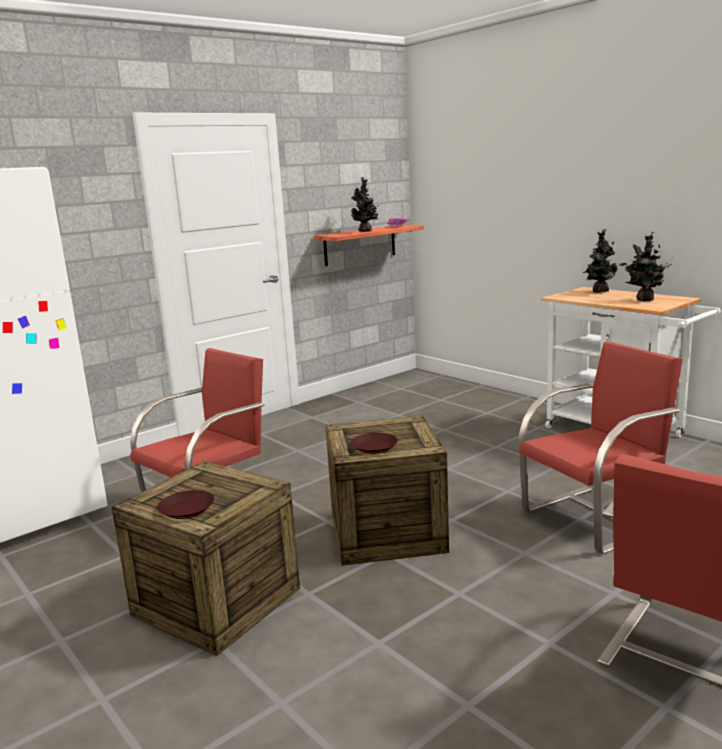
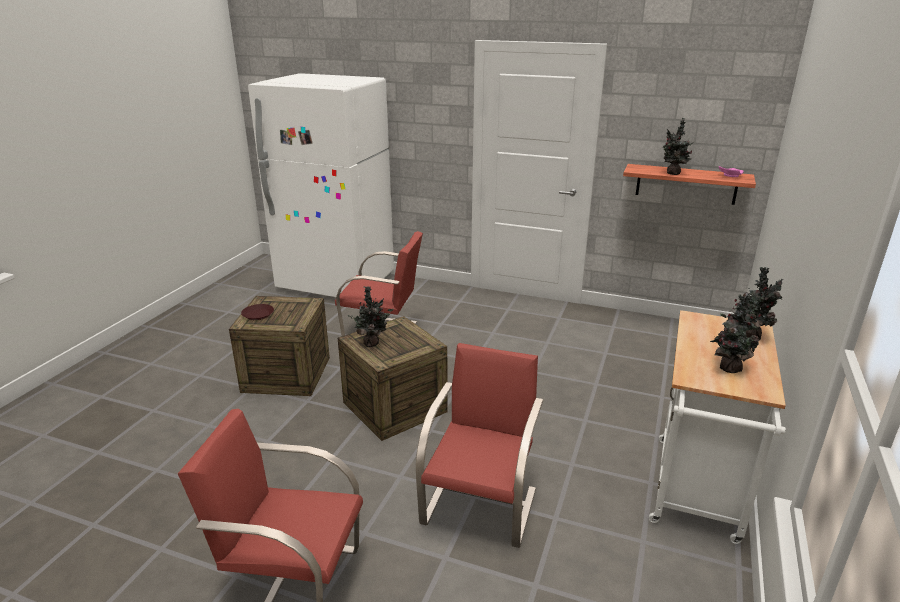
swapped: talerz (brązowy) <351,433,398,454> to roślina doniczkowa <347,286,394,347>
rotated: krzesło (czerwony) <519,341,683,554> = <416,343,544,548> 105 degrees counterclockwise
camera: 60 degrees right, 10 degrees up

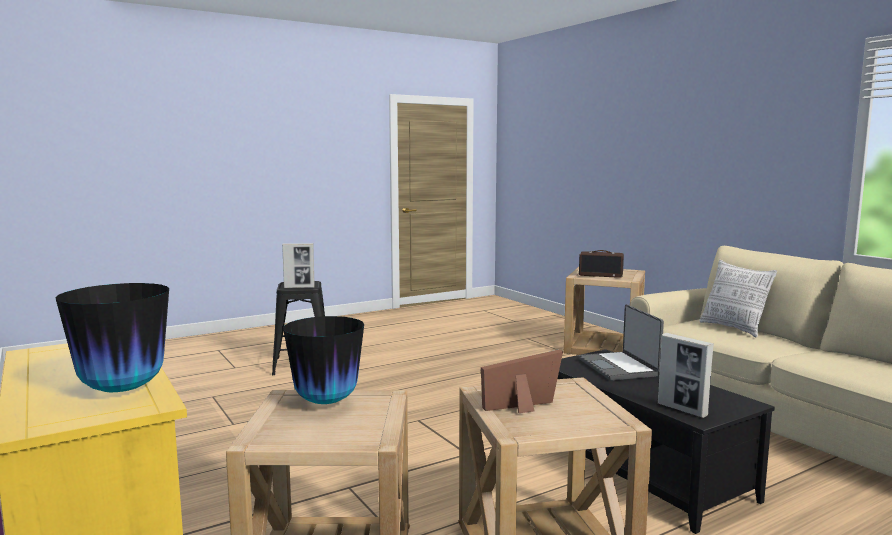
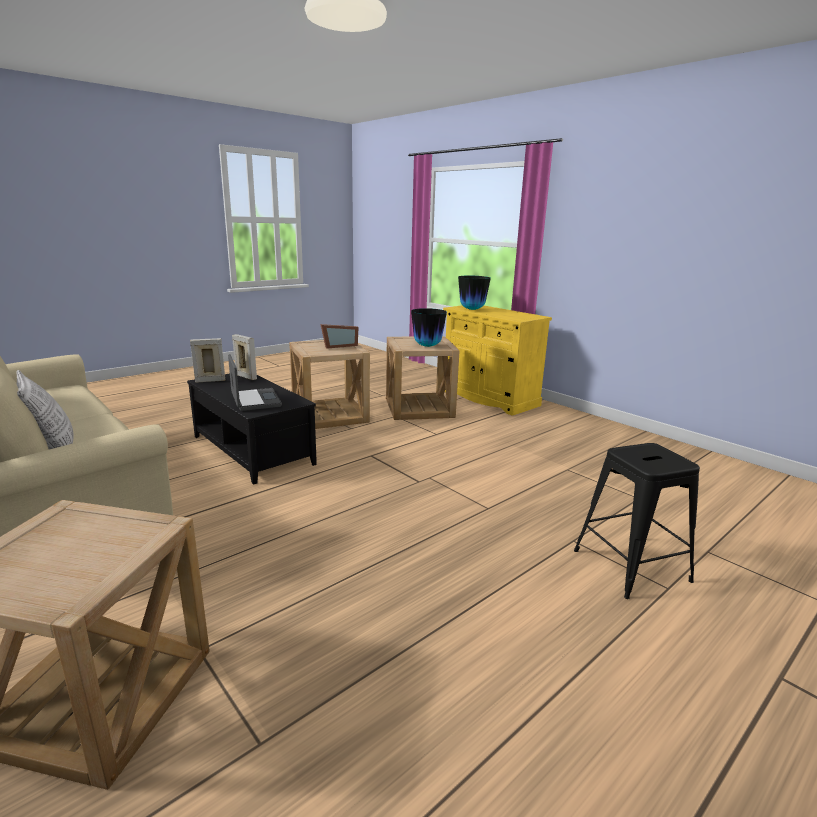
gone: radio <579,250,624,278>
shifted: ramka na zdjęcie <282,243,315,288> to <190,338,225,383>
camera: 170 degrees right, 10 degrees up

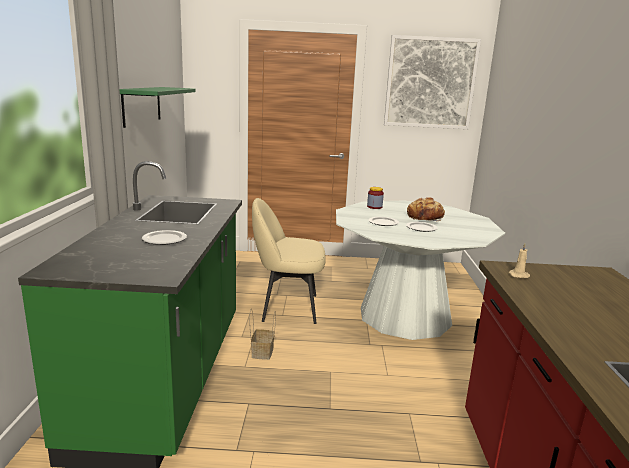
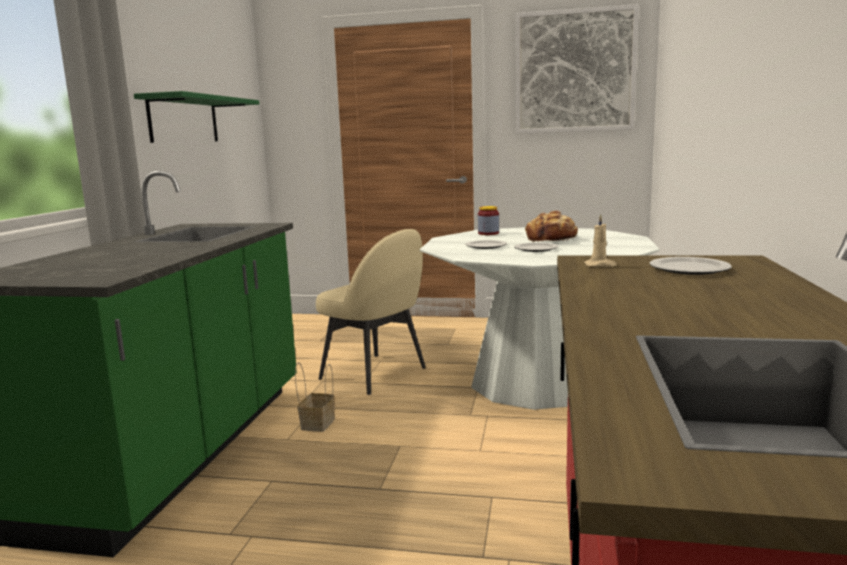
shifted: talerz <142,230,187,245> to <649,257,732,275>
rotated: krzesło (beżowy) <252,198,326,324> = <316,229,426,395> 150 degrees counterclockwise
camera: 10 degrees right, 5 degrees down

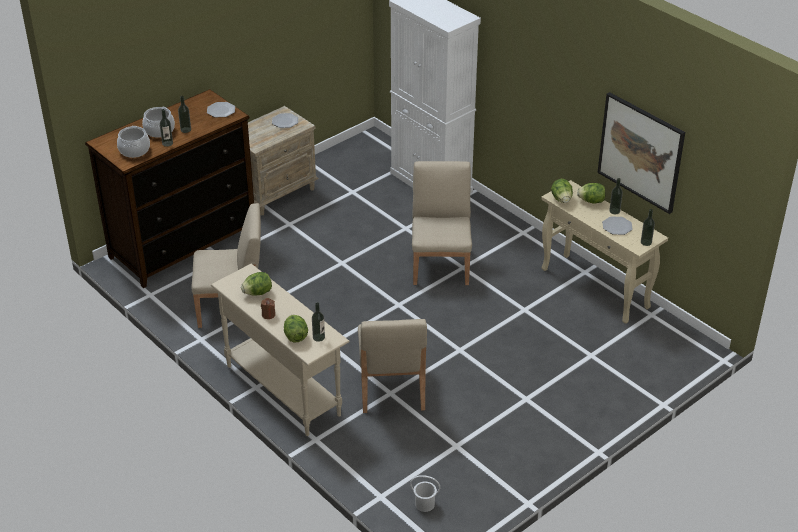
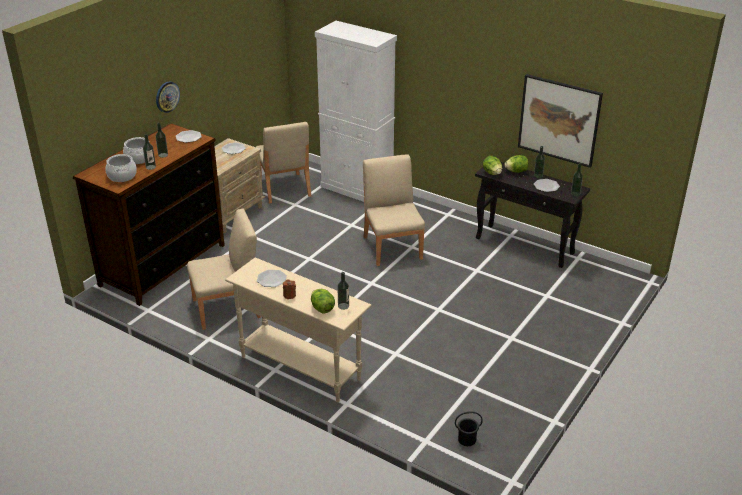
new: zegar ścienny <156,82,180,113>
shifted: krzesło (beżowy) <358,319,427,413> to <256,122,311,203>
swapped: sałata <241,272,272,296> to talerz <257,270,287,287>
repainted: stolik konsolowy (beżowy) <541,180,668,324> to stolik konsolowy (czarny) <475,162,590,268>; wiadro (biały) <410,475,440,512> to wiadro (czarny) <455,411,483,446>
camera: 15 degrees left, 5 degrees down

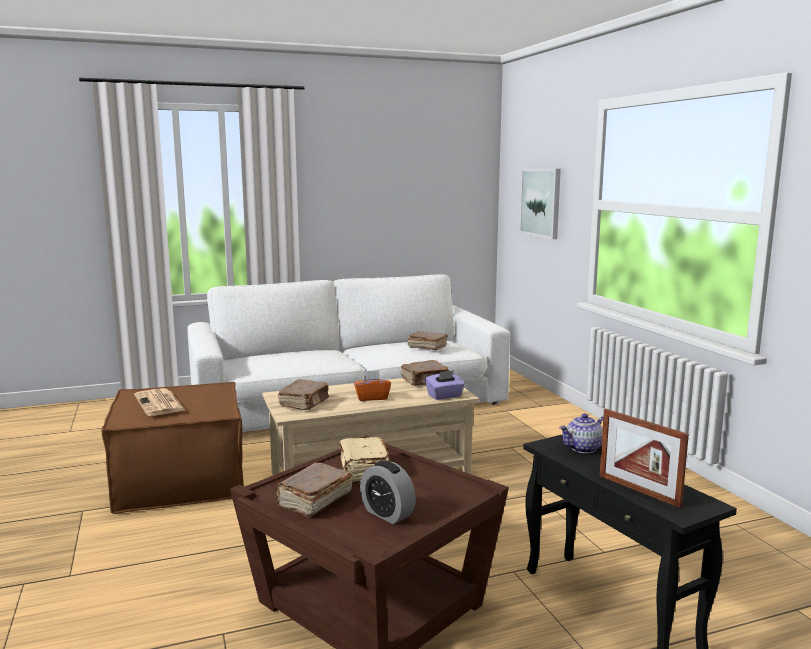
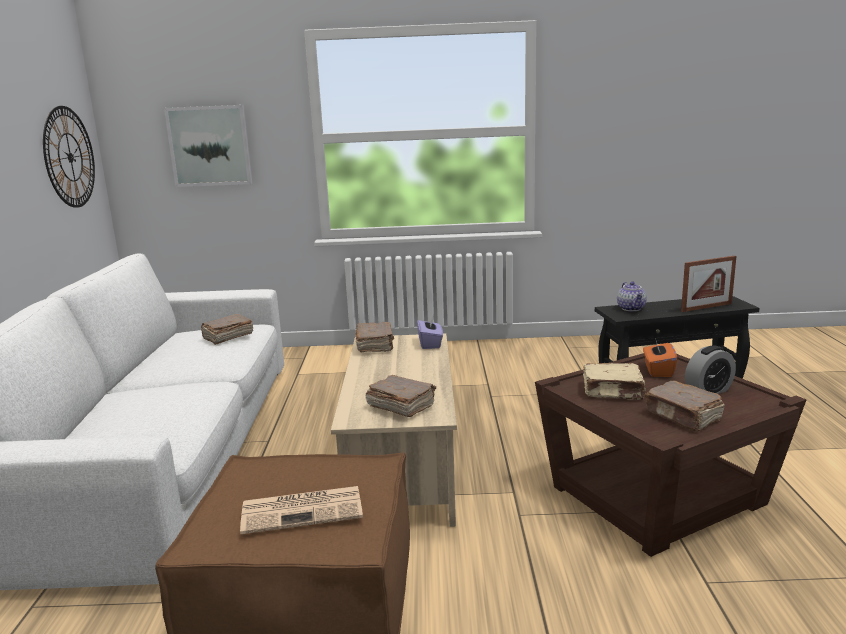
new: zegar ścienny <43,106,95,208>
shifted: pudełko chusteczek (pomarańczowy) <354,370,391,401> to <643,338,677,377>
camera: 70 degrees left, 5 degrees up

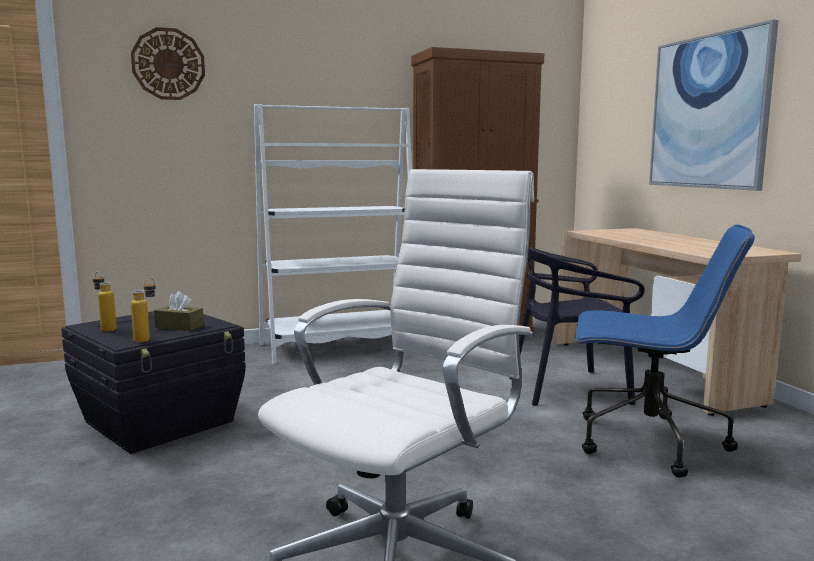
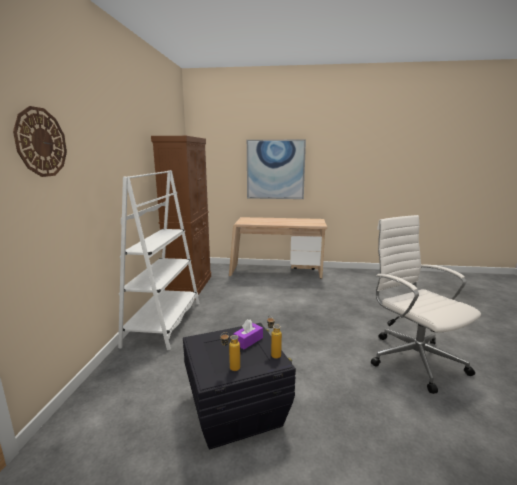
gone: krzesło biurowe (niebieski) <575,224,755,478>; krzesło (czarny) <509,247,645,406>
repainted: pudełko chusteczek (brązowy) <154,291,204,331> to pudełko chusteczek (fioletowy) <233,319,263,349>
camera: 65 degrees left, 5 degrees up

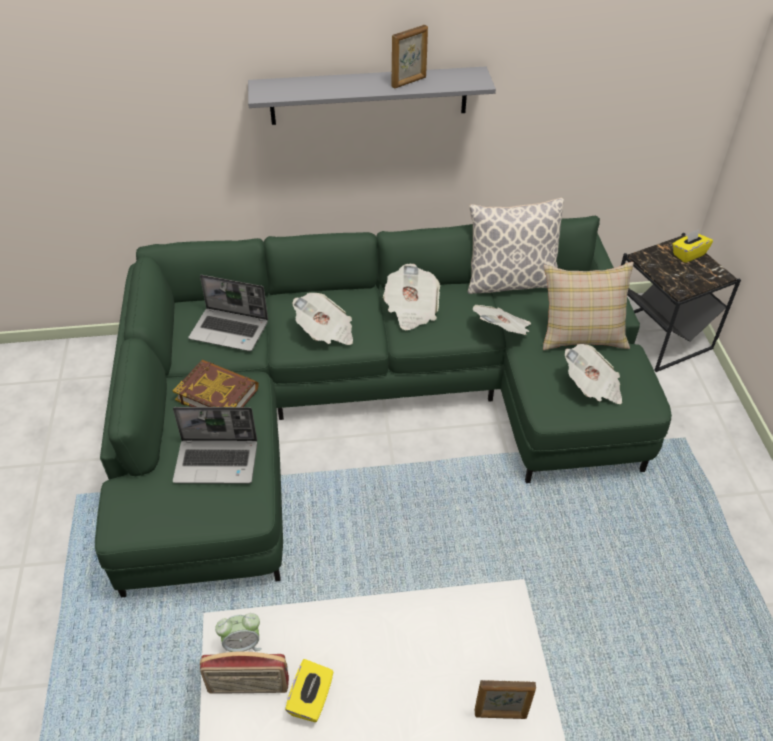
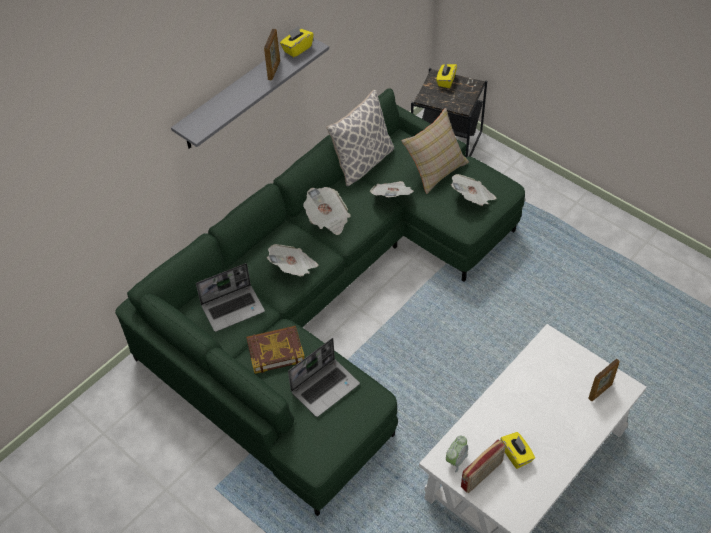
new: pudełko chusteczek (żółty) <280,26,314,57>
camera: 40 degrees left, 5 degrees up

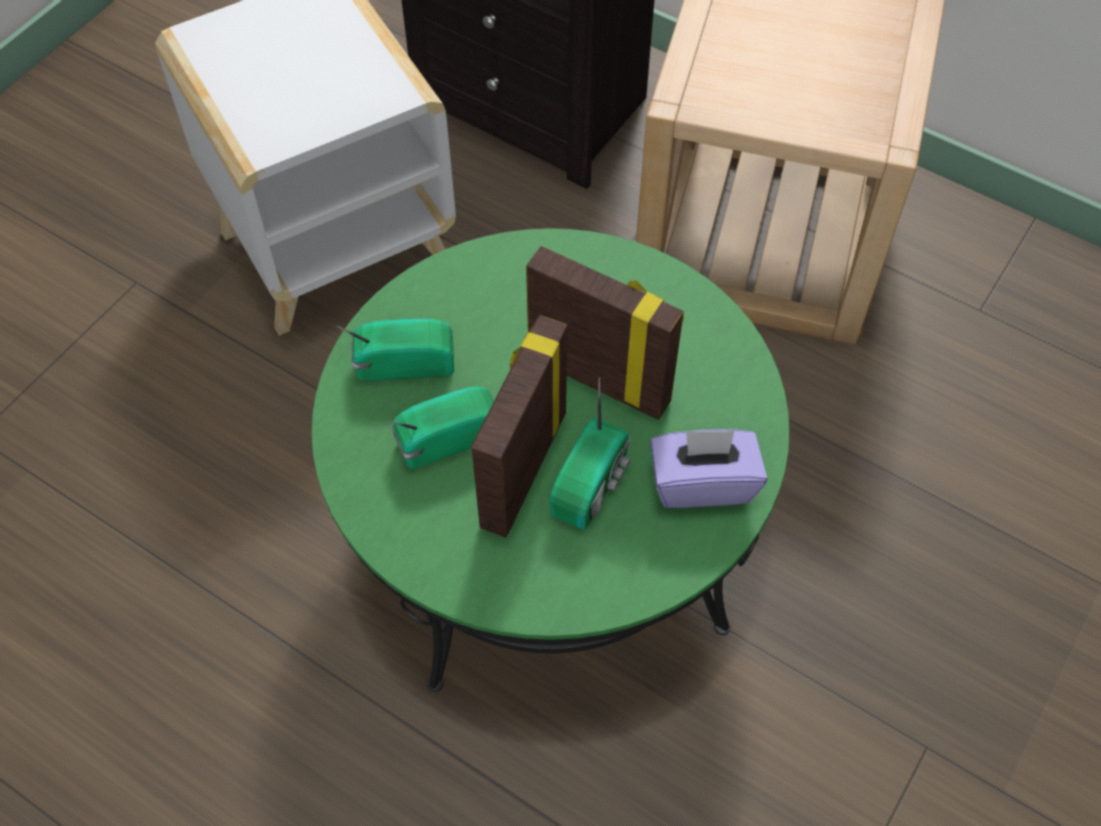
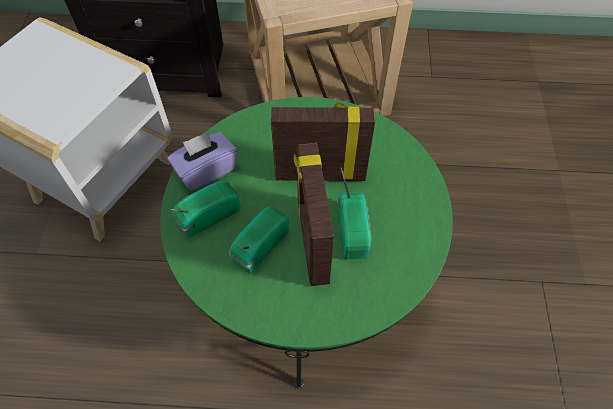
shifted: pudełko chusteczek (fioletowy) <650,429,767,508> to <167,132,238,191>
camera: 30 degrees left, 0 degrees up

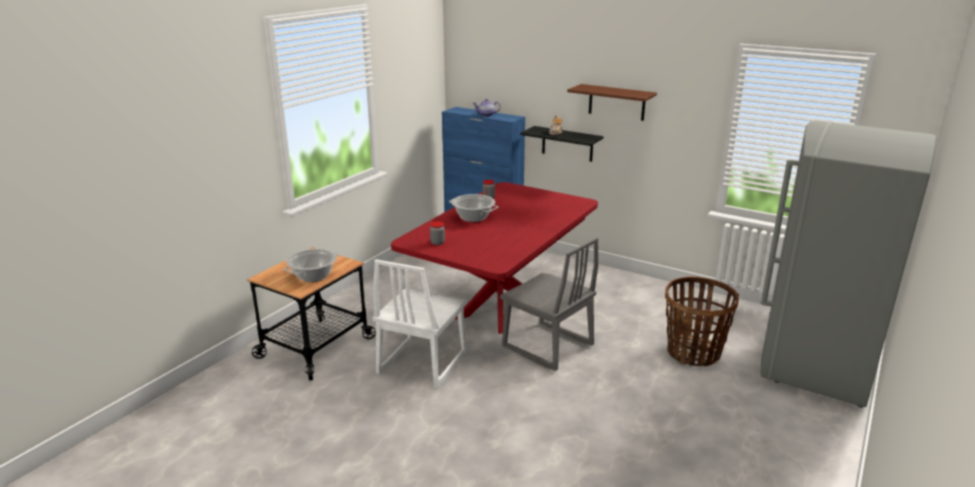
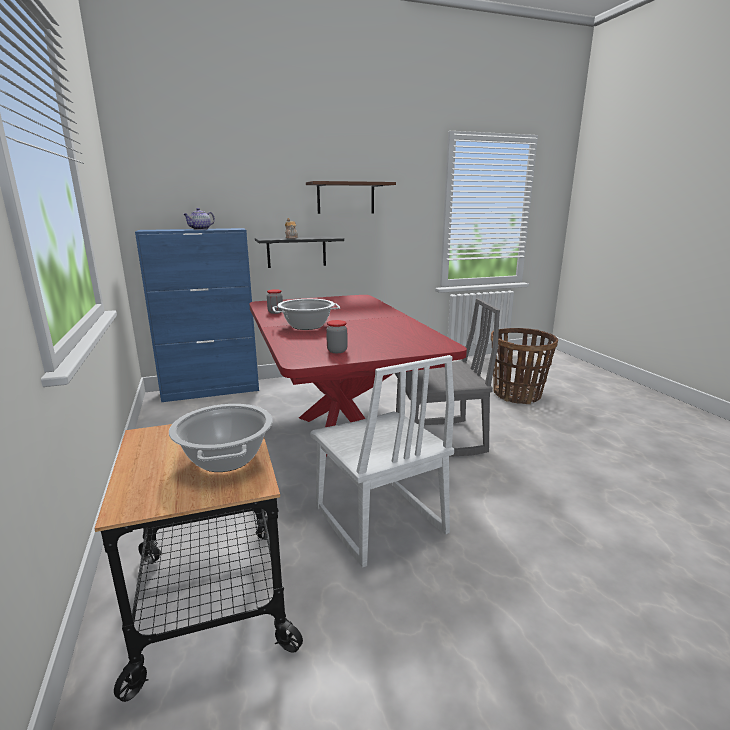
gone: lodówka (szary) <760,120,936,408>
camera: 50 degrees left, 5 degrees down

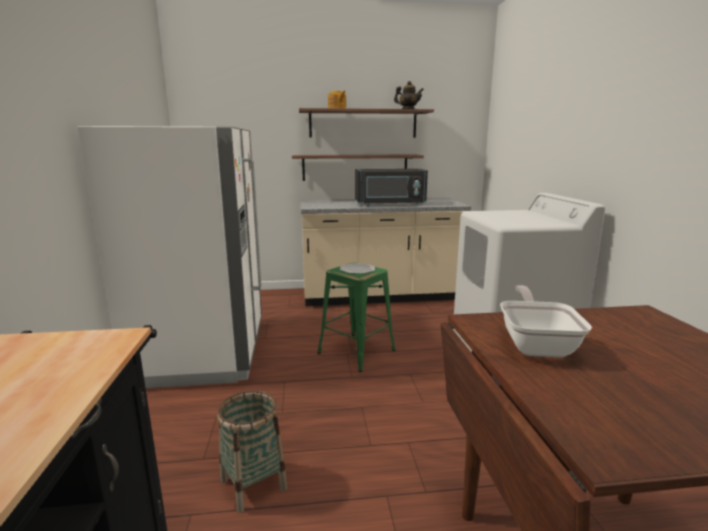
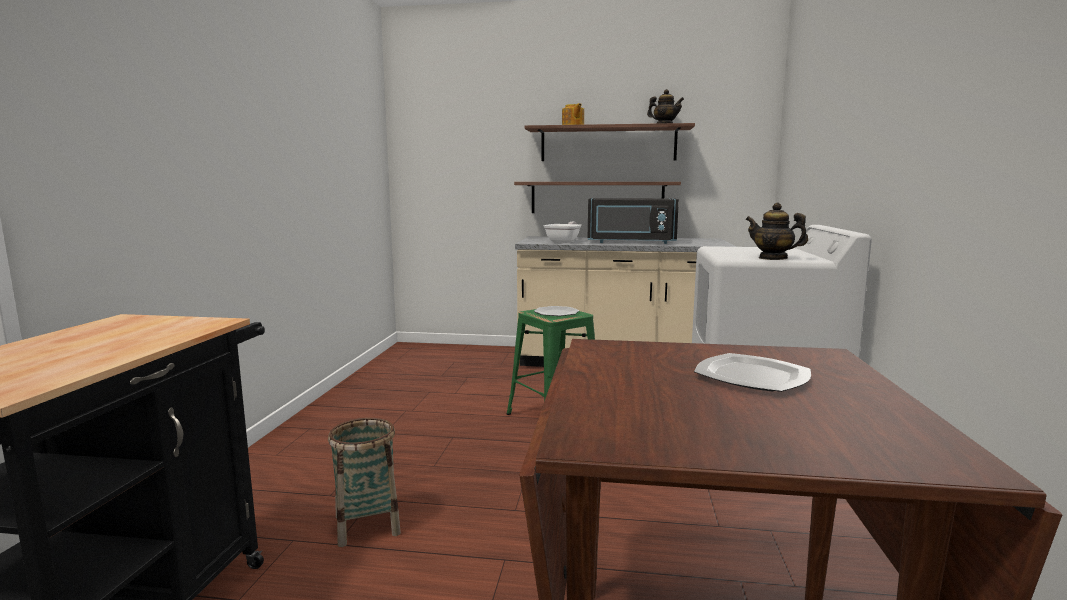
gone: lodówka (biały) <78,126,262,388>
new: imbryk <746,203,808,260>; talerz <694,353,811,392>
shifted: patelnia <500,285,592,357> to <544,222,581,243>
camera: 15 degrees right, 5 degrees down

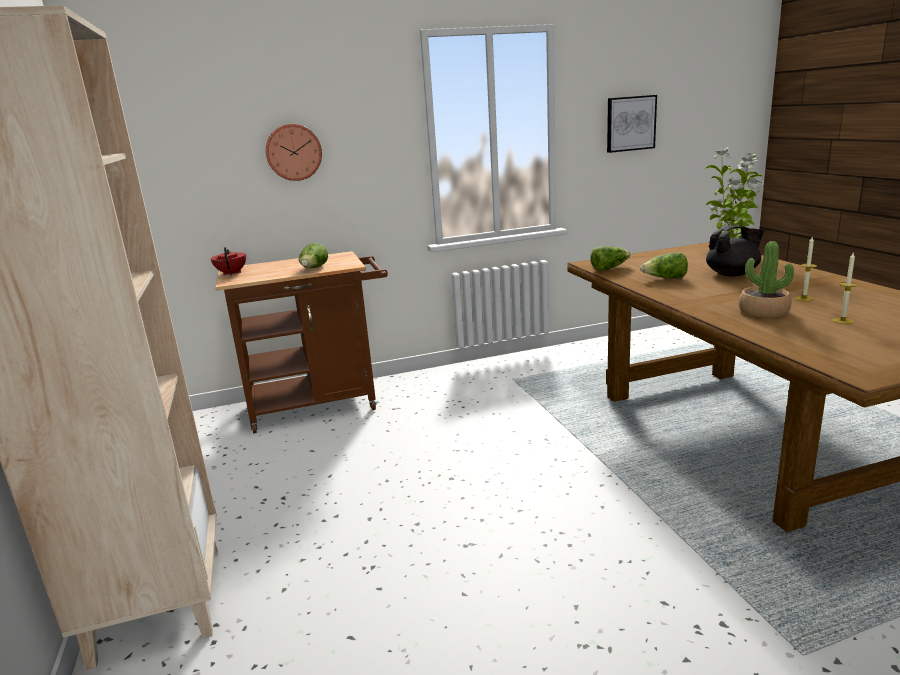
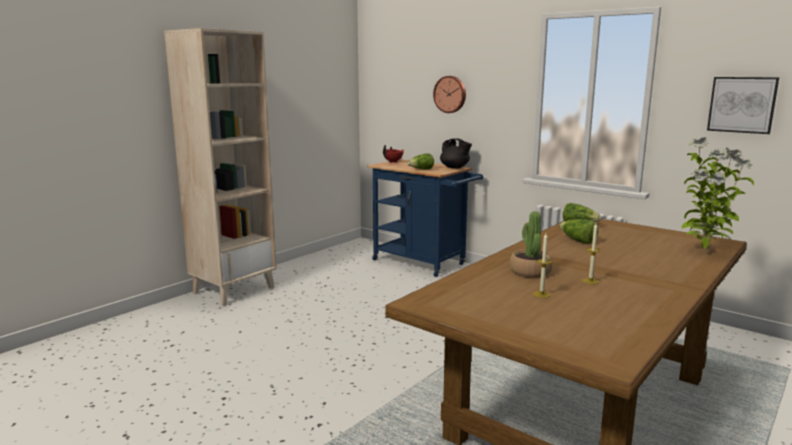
shifted: imbryk (czarny) <706,225,765,276> to <440,138,472,169>
repainted: wózek (brązowy) <215,251,388,434> to wózek (niebieski) <367,159,483,277>
camera: 55 degrees right, 5 degrees down

